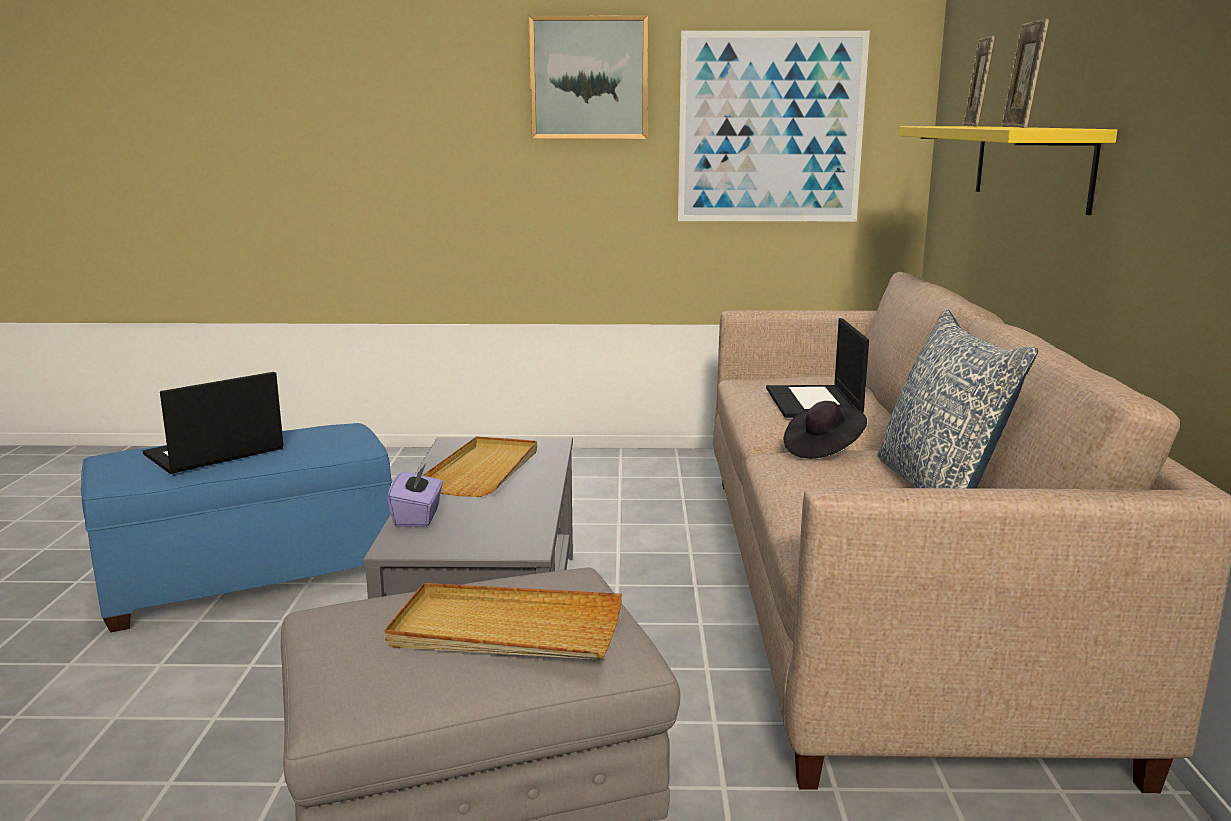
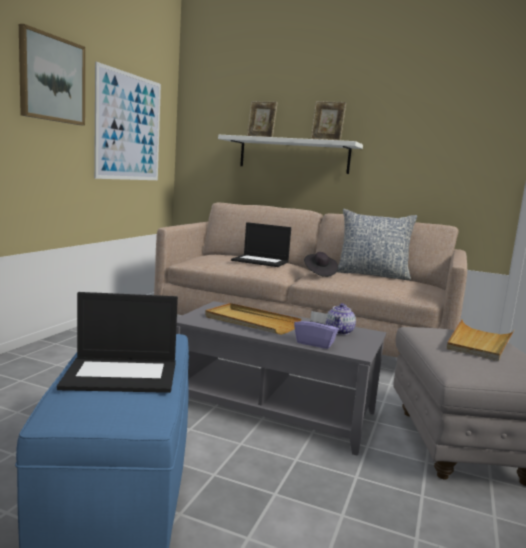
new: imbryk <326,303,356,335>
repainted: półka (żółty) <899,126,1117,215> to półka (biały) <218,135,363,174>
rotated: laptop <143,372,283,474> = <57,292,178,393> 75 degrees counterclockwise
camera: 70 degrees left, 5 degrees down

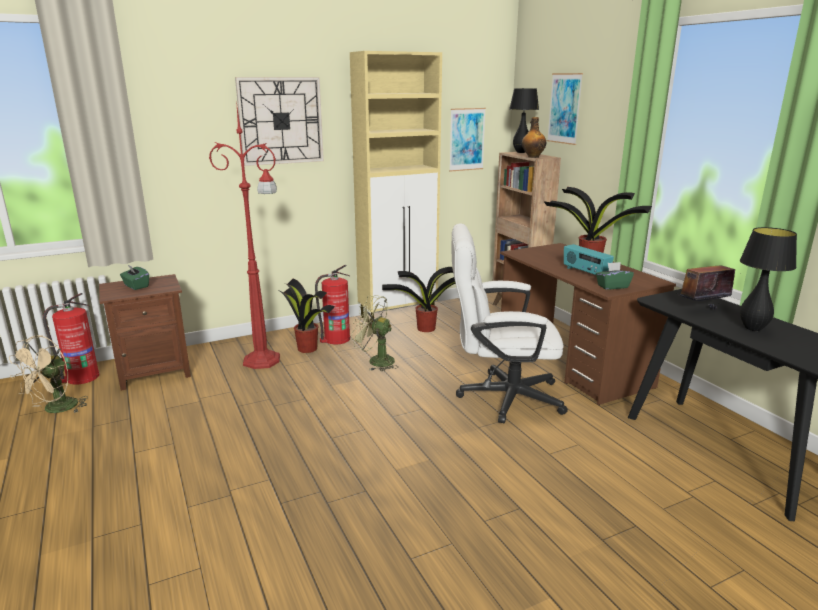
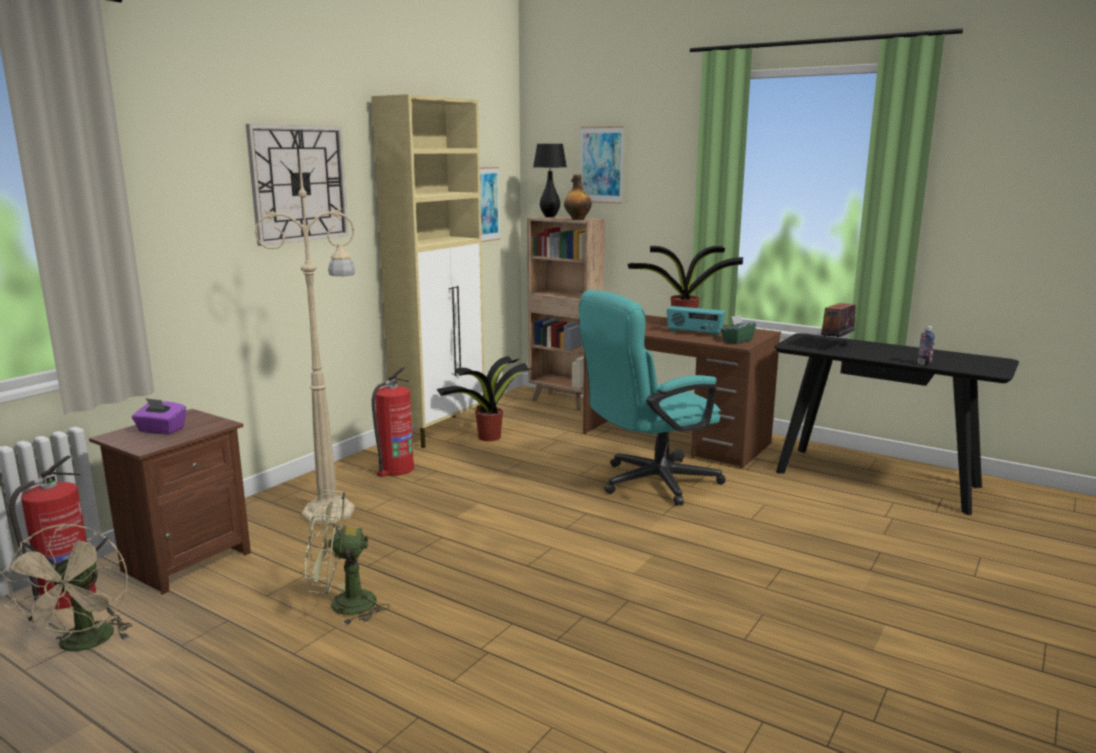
gone: lampa stołowa (czarny) <740,227,797,331>; roślina doniczkowa <277,279,334,353>
new: butelka <917,326,935,366>
shifted: wentylator (zielony) <351,295,398,371> to <305,490,390,625>
repainted: lampa stojąca (czerwony) <209,100,280,369> to lampa stojąca (beżowy) <254,154,355,524>; krzesło biurowe (biały) <452,223,568,424> to krzesło biurowe (turkusowy) <579,290,725,505>; pudełko chusteczek (zielony) <120,265,149,290> to pudełko chusteczek (fioletowy) <132,398,186,435>
camera: 30 degrees left, 5 degrees down

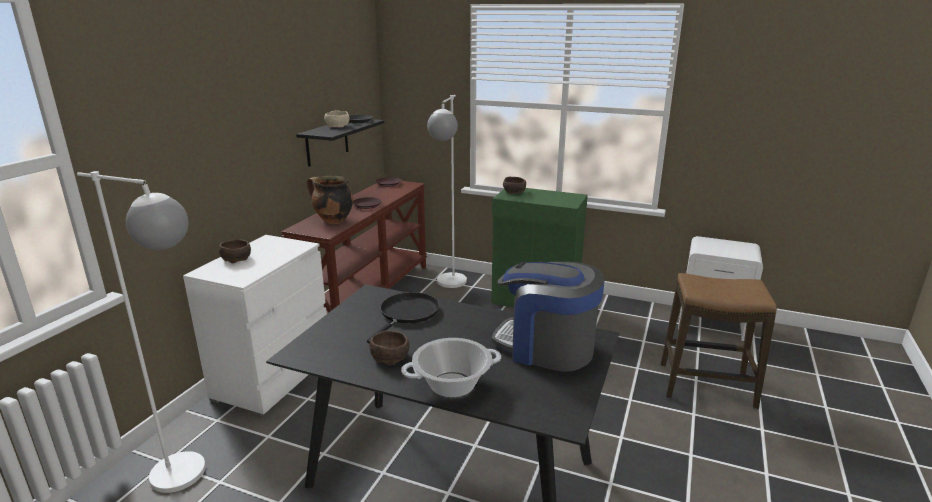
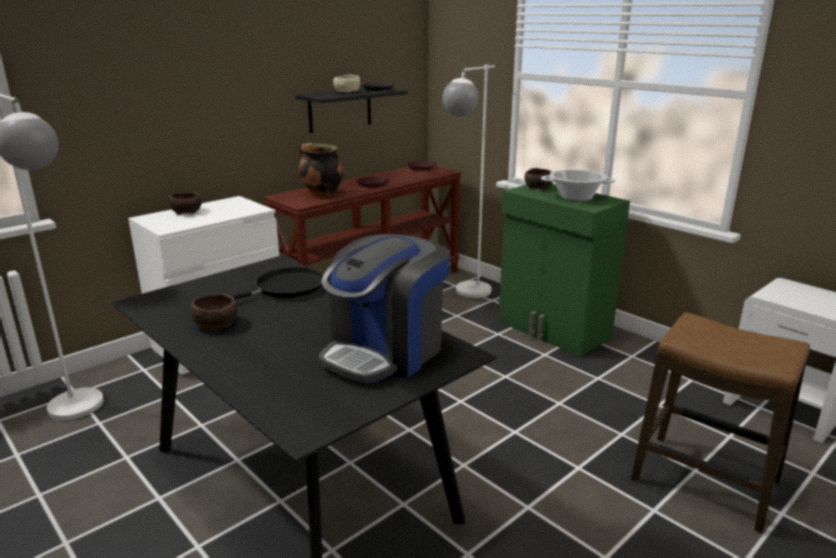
shifted: garnek <401,338,501,397> to <541,169,615,201>
rotated: ekspres do kawy <492,262,605,372> = <318,234,450,383> 105 degrees counterclockwise
camera: 25 degrees right, 0 degrees up

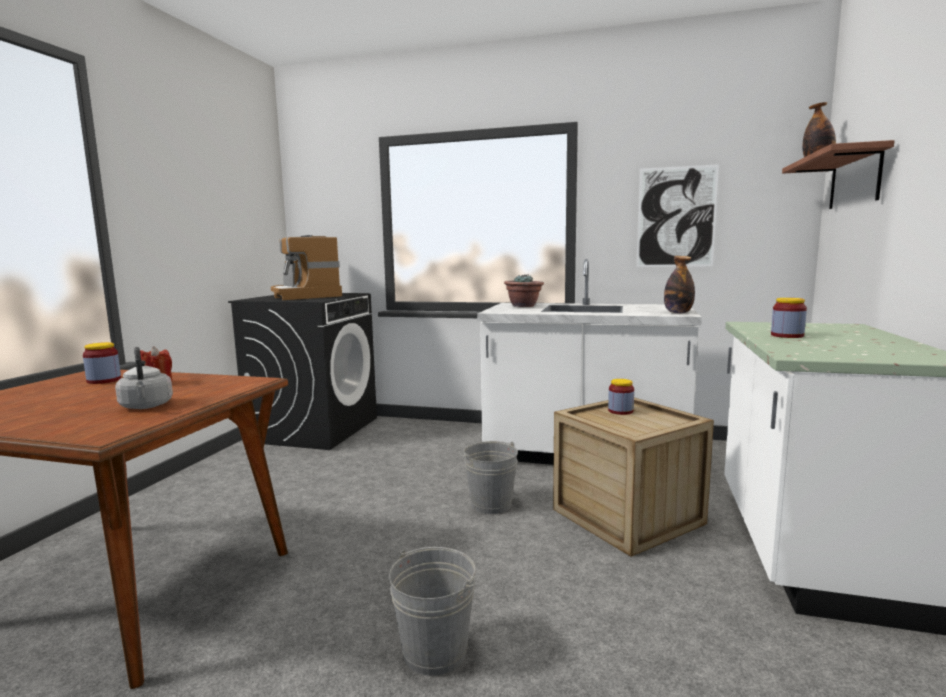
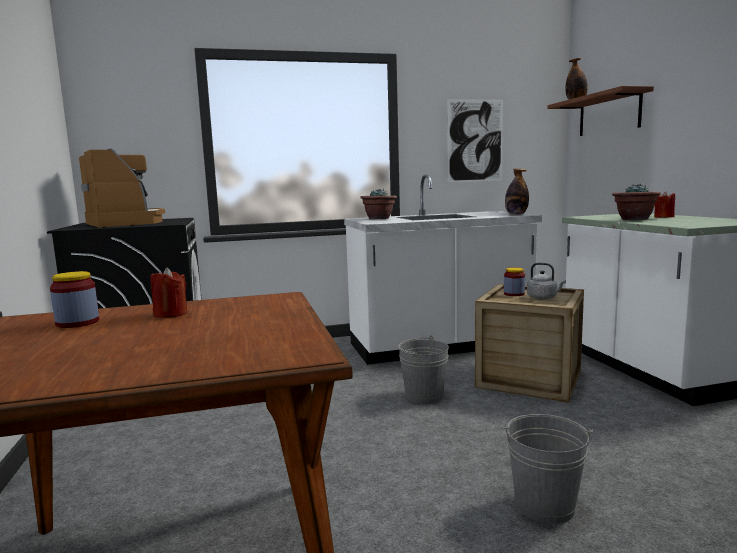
new: świeca (czerwony) <654,191,675,218>
shifted: czajnik (szary) <115,347,173,409> to <527,263,566,299>
swapped: słoik <771,298,807,338> to roślina doniczkowa <612,184,661,220>
rotated: ekspres do kawy <271,235,342,300> = <79,149,165,228> 150 degrees counterclockwise
camera: 30 degrees left, 0 degrees up

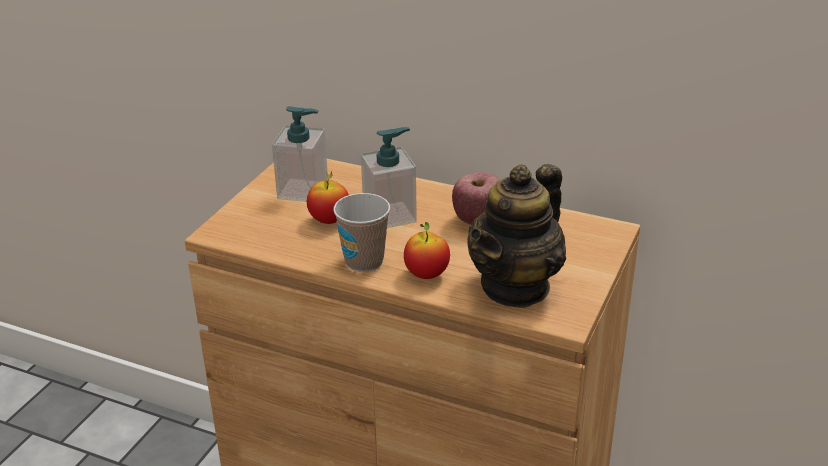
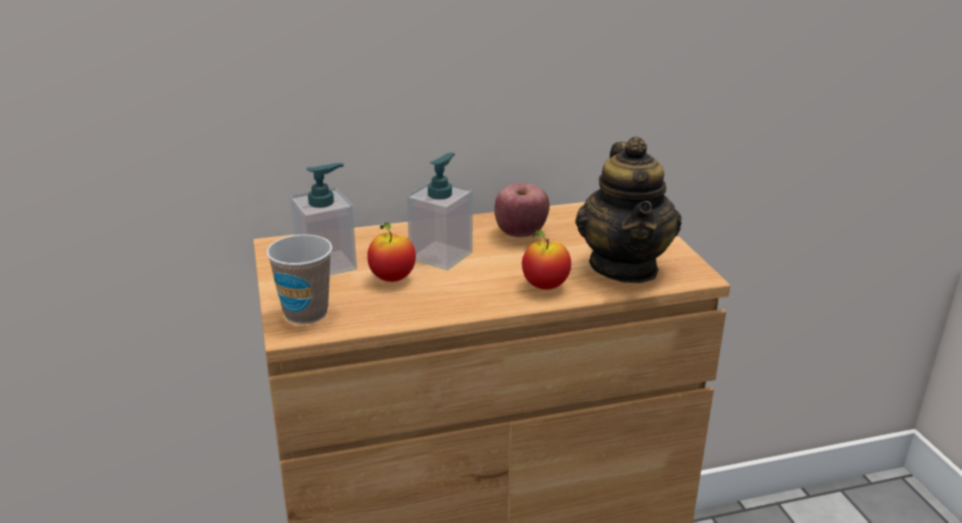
shifted: filiżanka <333,193,390,272> to <266,235,332,324>
camera: 40 degrees left, 5 degrees down

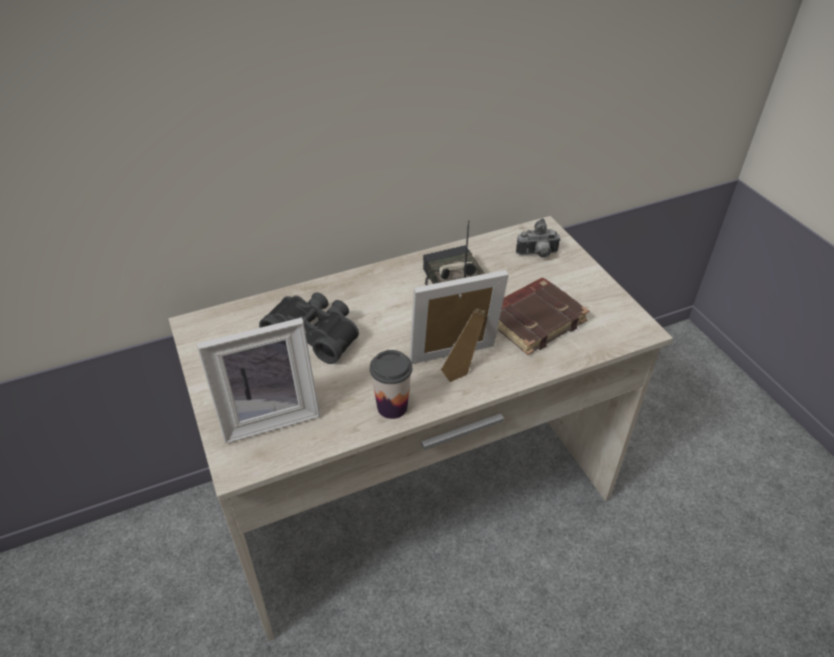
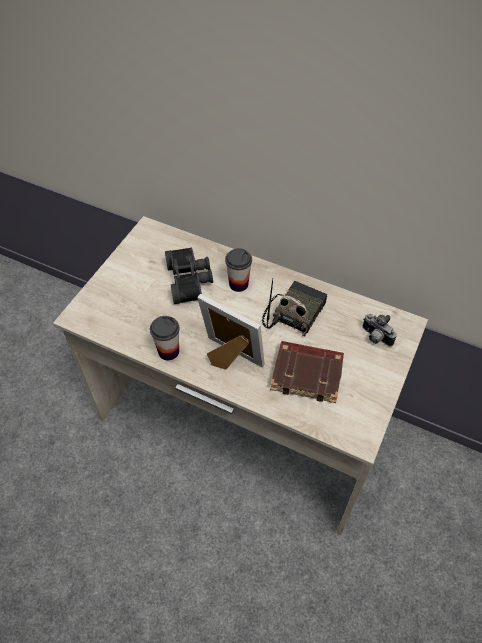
gone: ramka na zdjęcie <197,318,320,443>
new: filiżanka <225,248,252,292>
camera: 50 degrees right, 10 degrees up

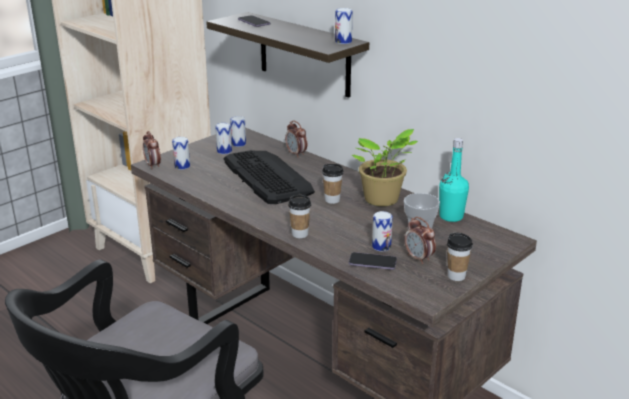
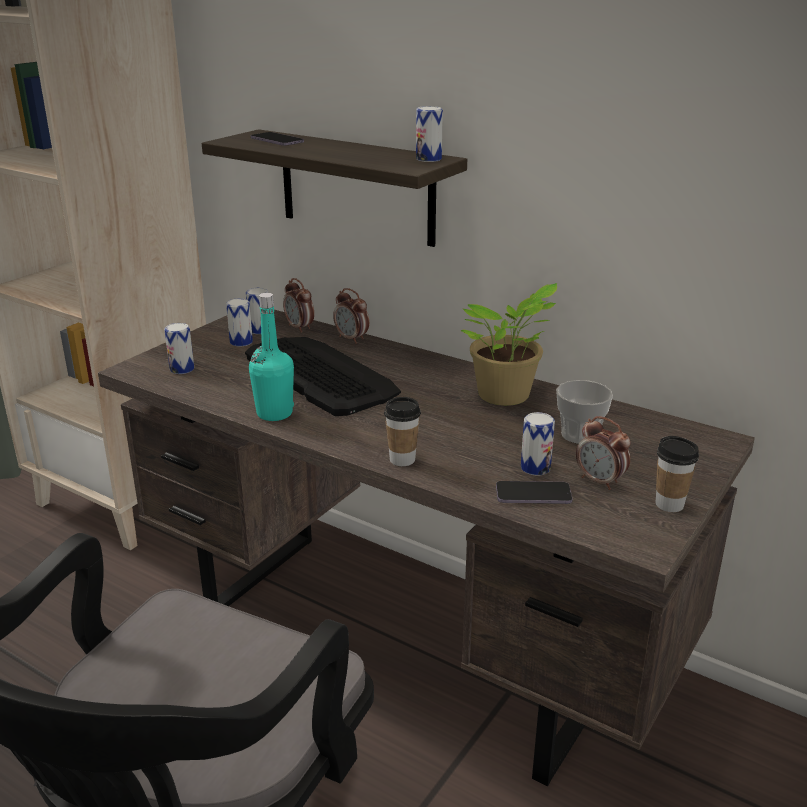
gone: filiżanka <322,164,343,204>
shifted: budzik <143,131,161,169> to <283,278,314,333>; butelka (turkusowy) <439,138,469,222> to <249,293,294,421>
camera: 10 degrees left, 0 degrees up

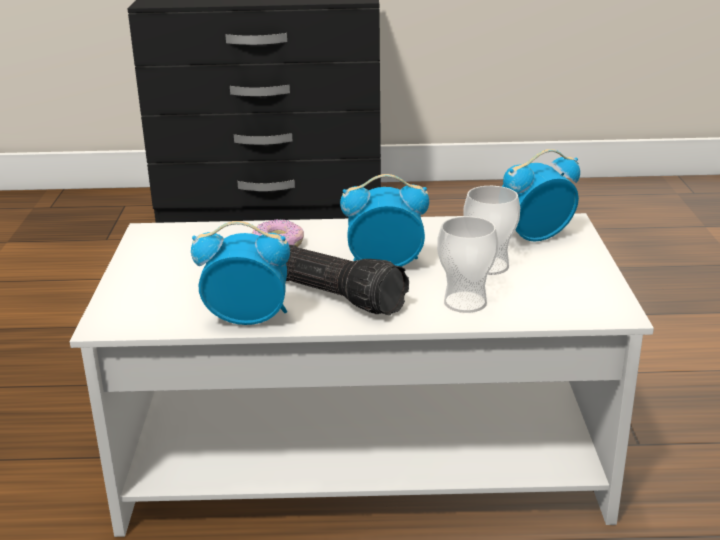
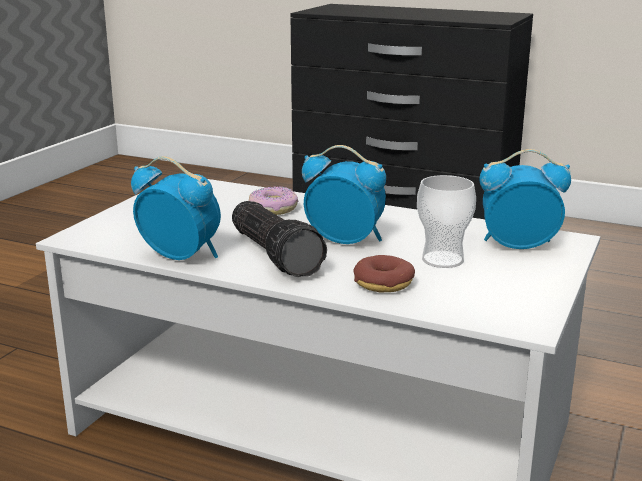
swapped: filiżanka <437,216,498,313> to donut <353,255,415,292>
camera: 25 degrees right, 5 degrees down

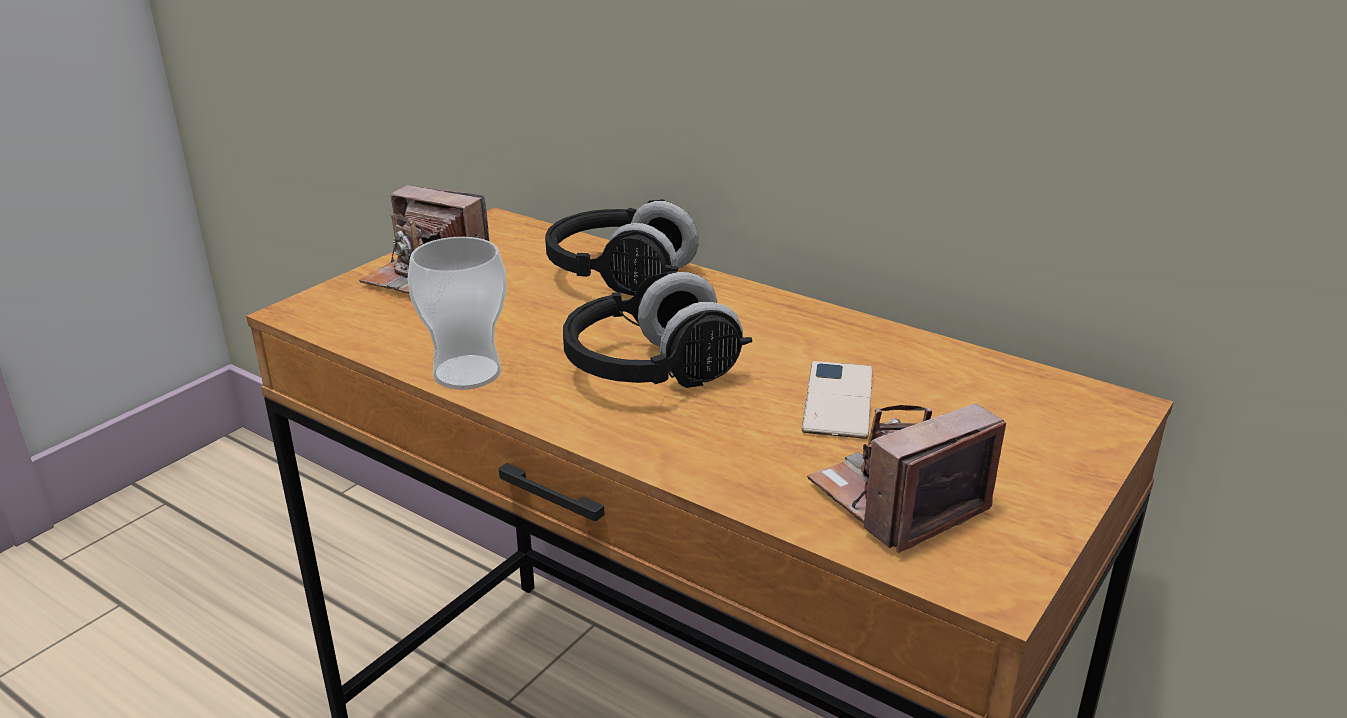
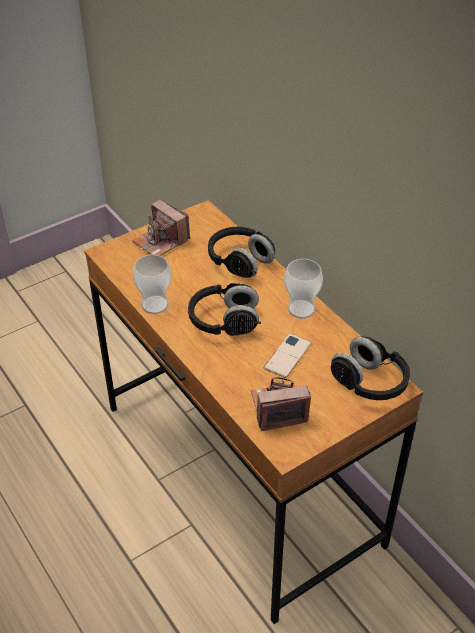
new: filiżanka <284,259,323,319>; słuchawki (czarny) <331,337,410,400>
camera: 20 degrees right, 15 degrees up

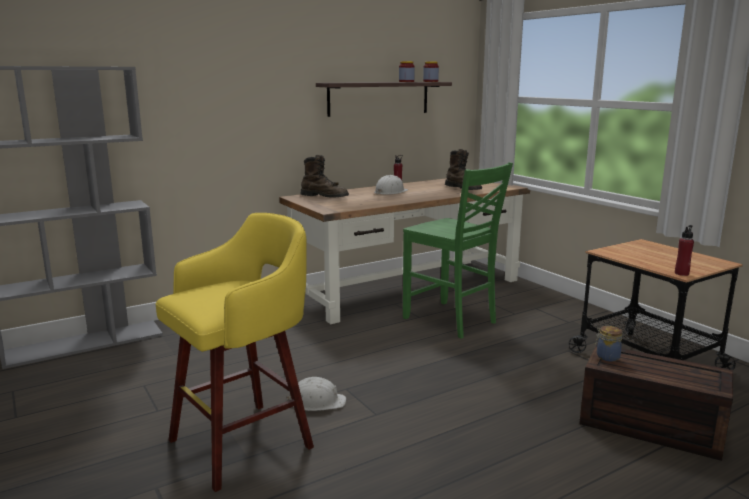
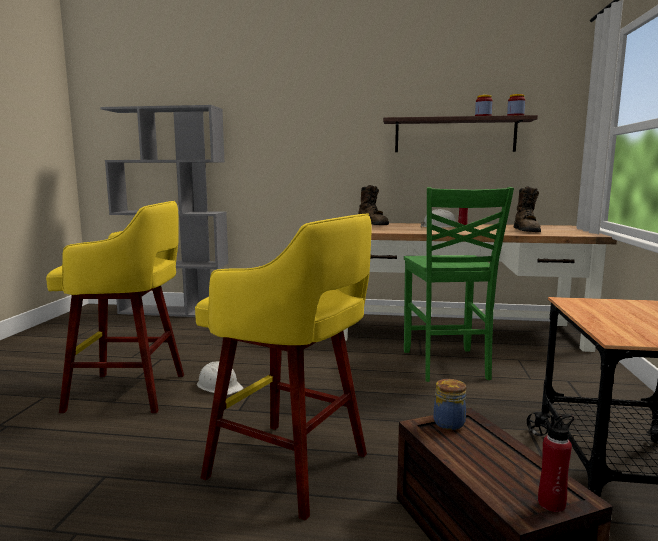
new: stołek (żółty) <195,213,372,521>
shifted: butelka (czerwony) <675,225,694,276> to <538,414,574,512>
camera: 40 degrees right, 5 degrees down

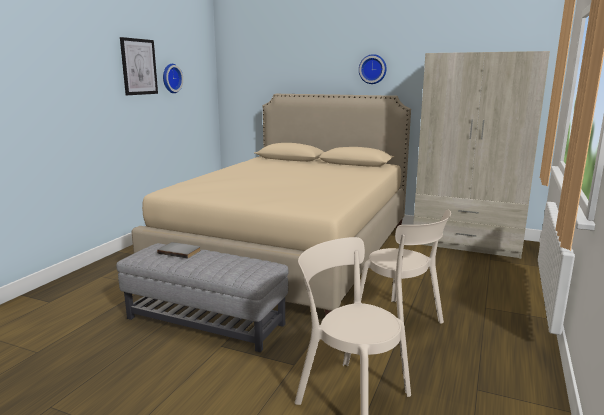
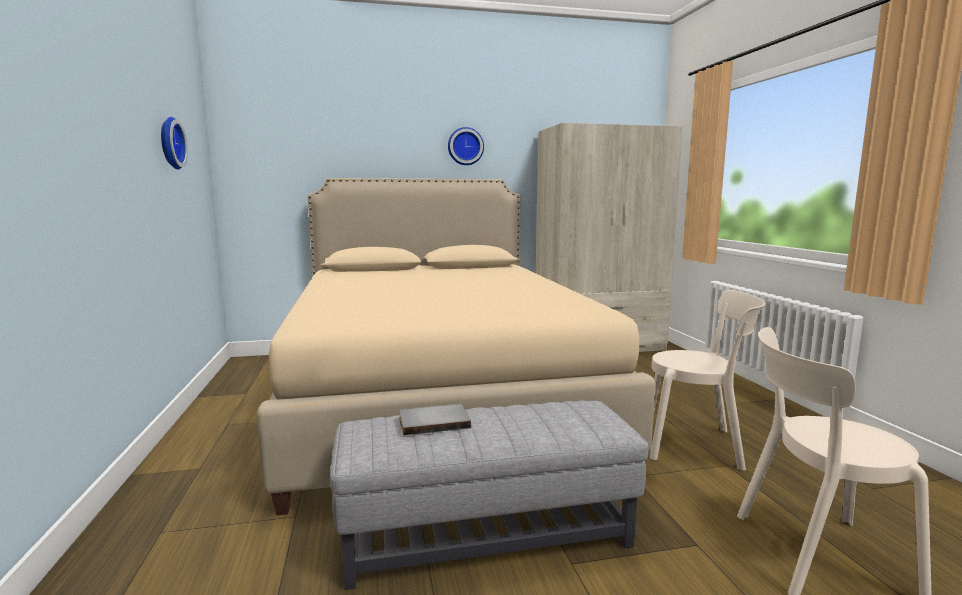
gone: obraz <120,37,158,95>
camera: 35 degrees left, 5 degrees down

